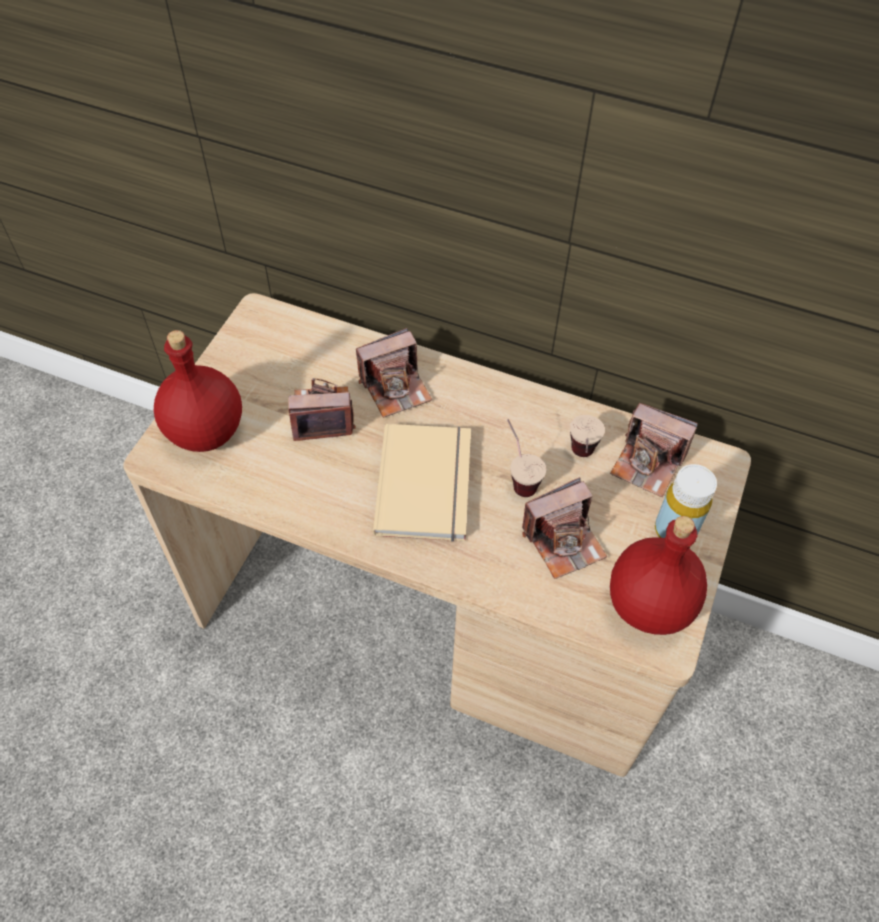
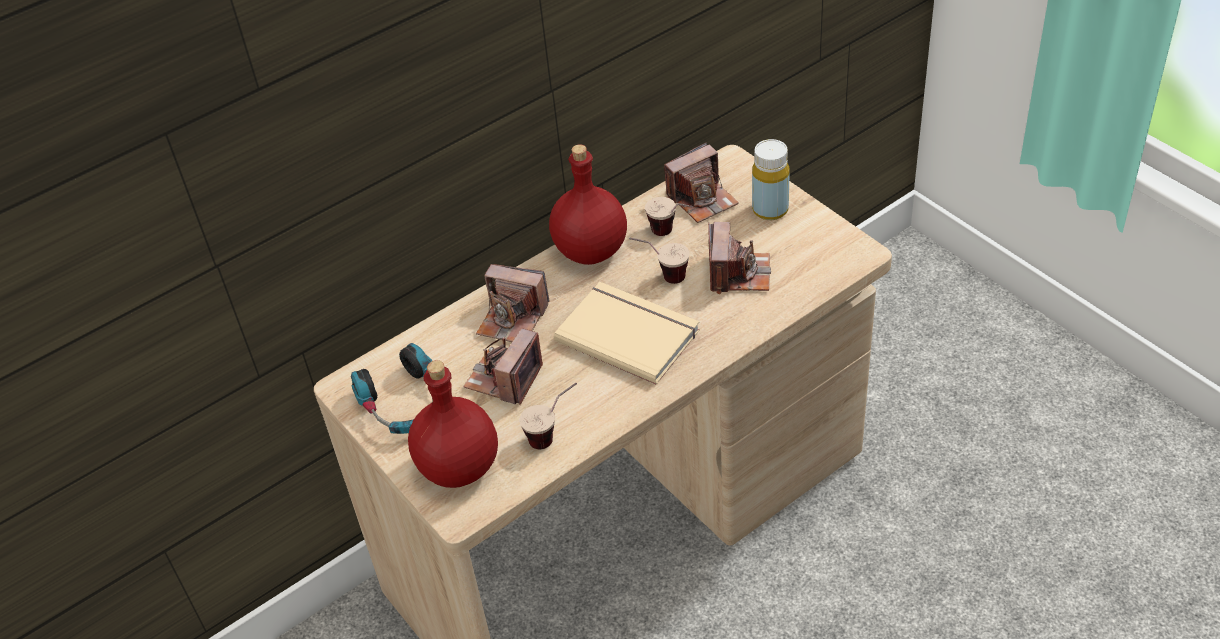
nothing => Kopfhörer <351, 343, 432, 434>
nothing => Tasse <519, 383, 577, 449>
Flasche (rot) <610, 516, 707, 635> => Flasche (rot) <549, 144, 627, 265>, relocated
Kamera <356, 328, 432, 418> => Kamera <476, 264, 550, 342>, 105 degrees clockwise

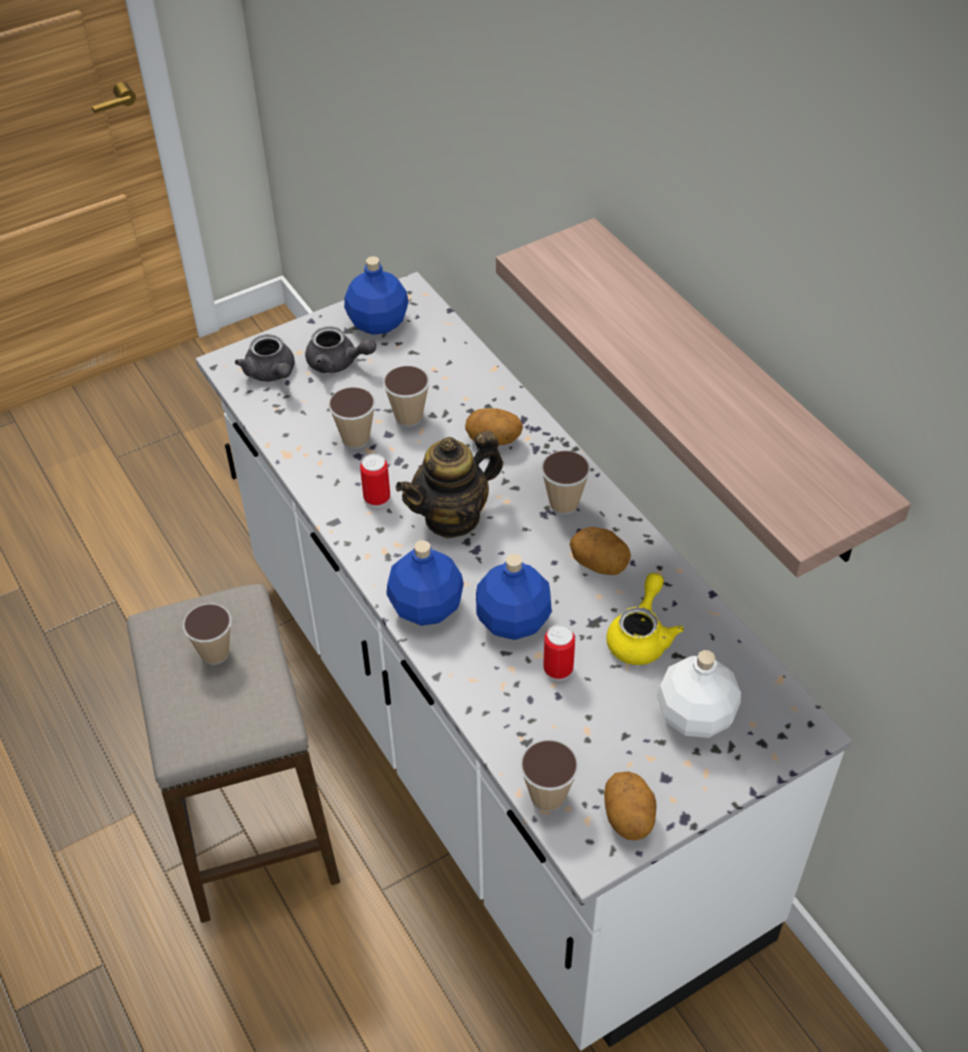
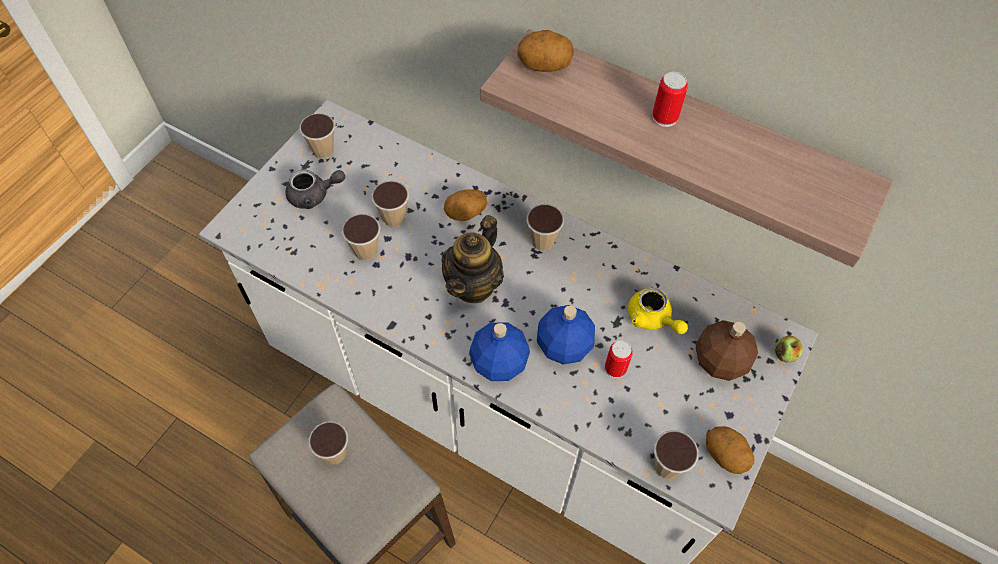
Teekanne (grau) <235, 334, 295, 382> => nothing
nothing => Apfel <775, 336, 803, 362>
Dose <360, 454, 390, 508> => Dose <652, 72, 688, 127>, relocated
Kartoffel <570, 527, 631, 575> => Kartoffel <517, 30, 574, 72>, relocated
Flasche (blau) <344, 256, 409, 335> => Tasse <299, 113, 335, 159>
Flasche (weiß) <657, 650, 741, 738> => Flasche (braun) <696, 320, 758, 381>
Teekanne (gelb) <607, 573, 684, 665> => Teekanne (gelb) <628, 287, 688, 334>, 150 degrees clockwise

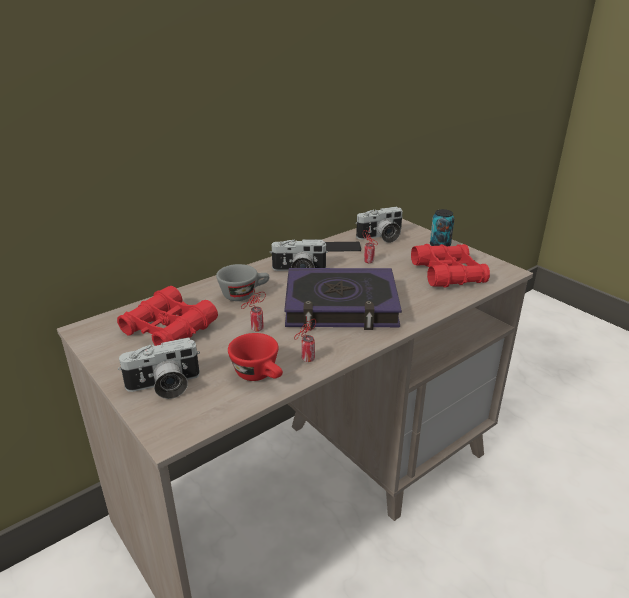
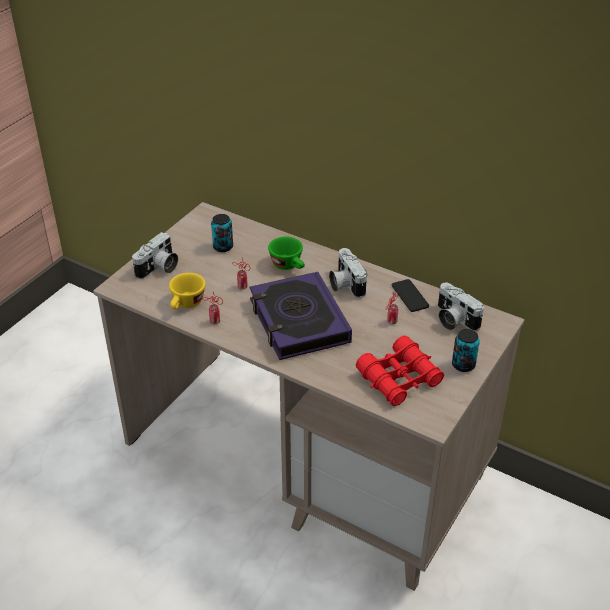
Fernglas (rot) <117, 286, 218, 346> => Dose <211, 214, 233, 252>
Tasse (grau) <216, 264, 269, 301> => Tasse (grün) <268, 236, 305, 270>
Tasse (rot) <228, 333, 283, 381> => Tasse (gelb) <169, 273, 206, 309>
Kamera <118, 338, 200, 399> => Kamera <132, 232, 178, 279>, 105 degrees counterclockwise

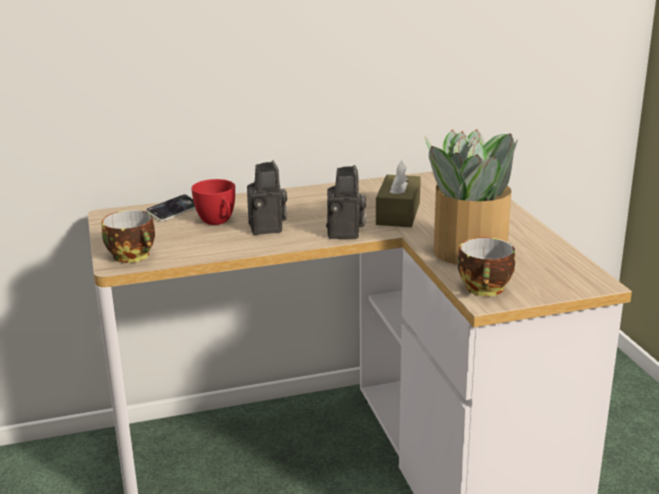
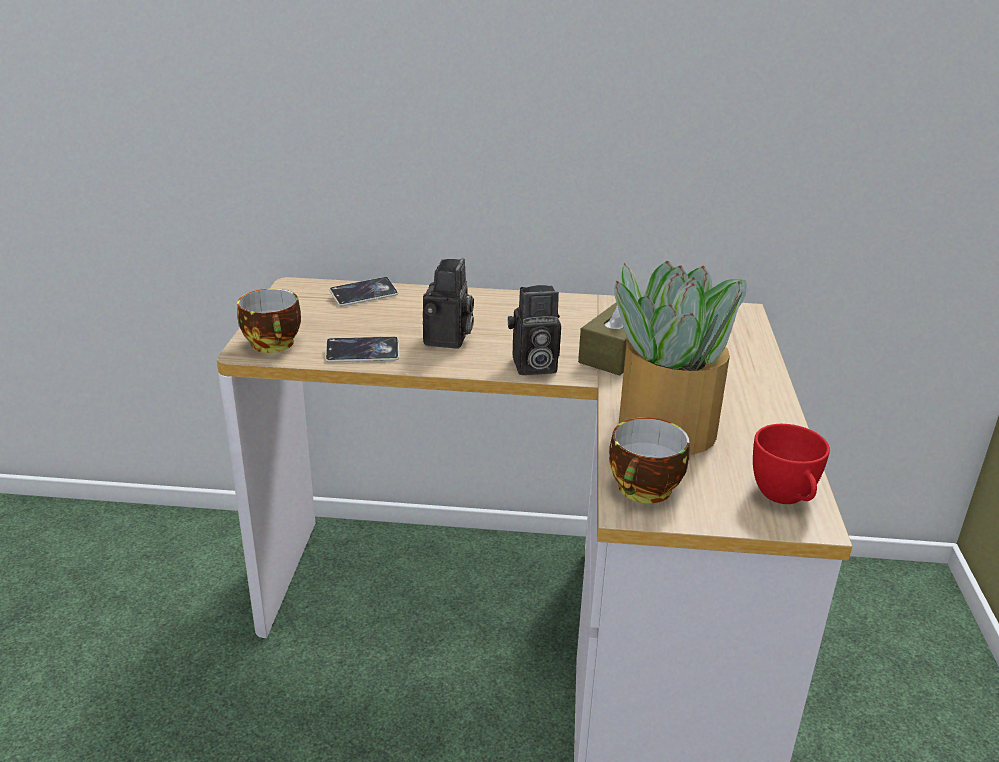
nothing => Handy <325, 337, 399, 362>
Tasse (rot) <192, 179, 235, 225> => Tasse (rot) <753, 424, 830, 504>, relocated
Kamera <326, 165, 366, 239> => Kamera <508, 285, 561, 375>, 60 degrees clockwise

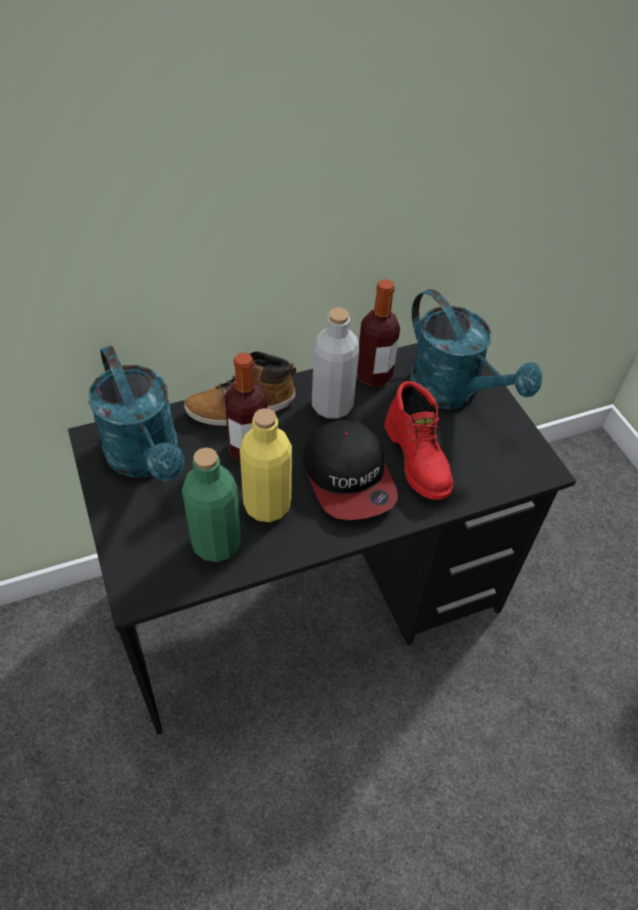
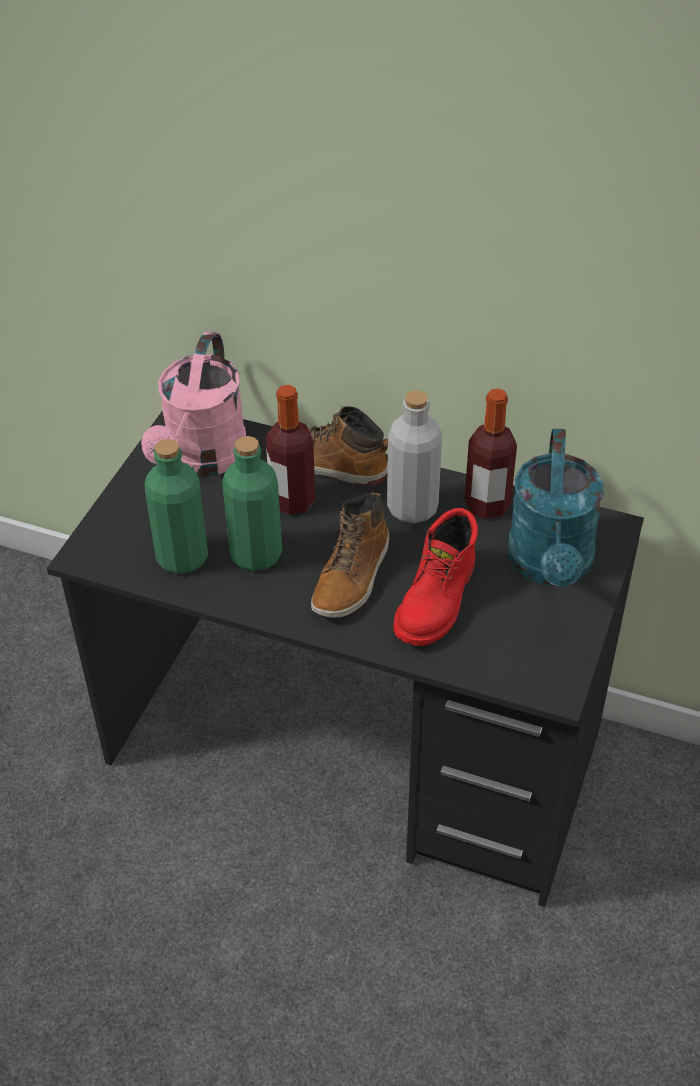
Kappe <303, 420, 398, 520> => Stiefel <311, 492, 390, 618>
Gießkanne (türkis) <88, 346, 184, 481> => Gießkanne (rosa) <141, 331, 246, 477>
Flasche (gelb) <240, 408, 292, 522> => Flasche (grün) <222, 436, 282, 571>

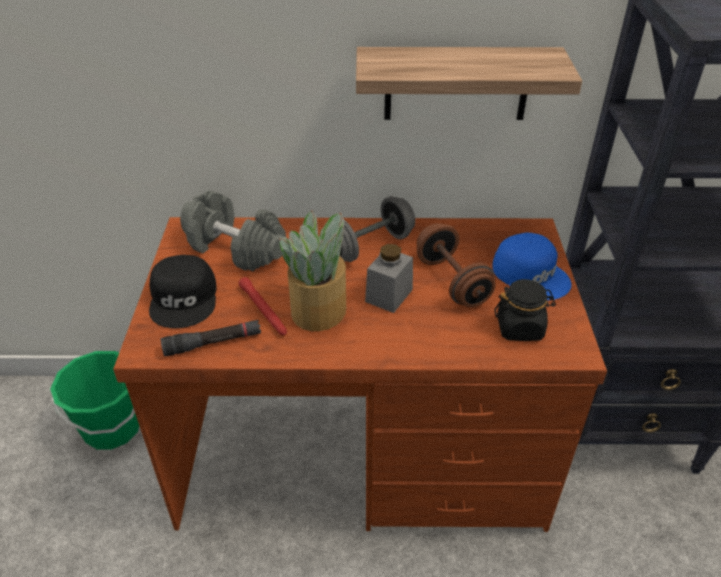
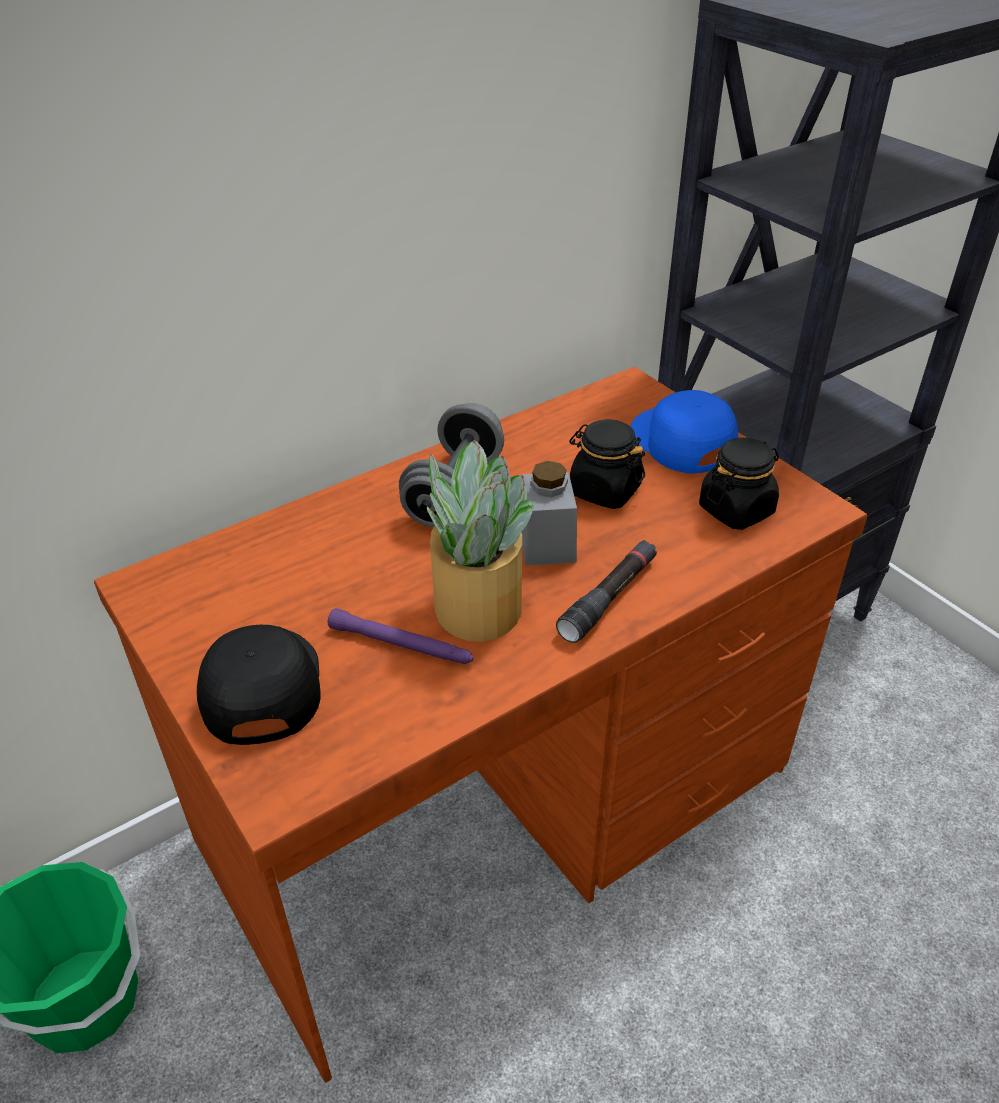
Hantel (grau) <180, 191, 286, 271> => nothing
Wandregal <356, 47, 582, 120> => nothing
Taschenlampe (schwarz) <160, 320, 261, 356> => Taschenlampe (schwarz) <556, 540, 657, 643>, relocated
Hantel (braun) <417, 223, 496, 307> => Vorratsglas (schwarz) <569, 419, 645, 509>
Taschenlampe (rot) <239, 277, 287, 335> => Taschenlampe (lila) <328, 608, 474, 664>
Kappe (schwarz) <149, 255, 216, 328> => Kappe (schwarz) <197, 625, 320, 745>, 150 degrees counterclockwise
Kappe (blau) <492, 233, 572, 301> => Kappe (blau) <631, 390, 738, 474>, 135 degrees counterclockwise

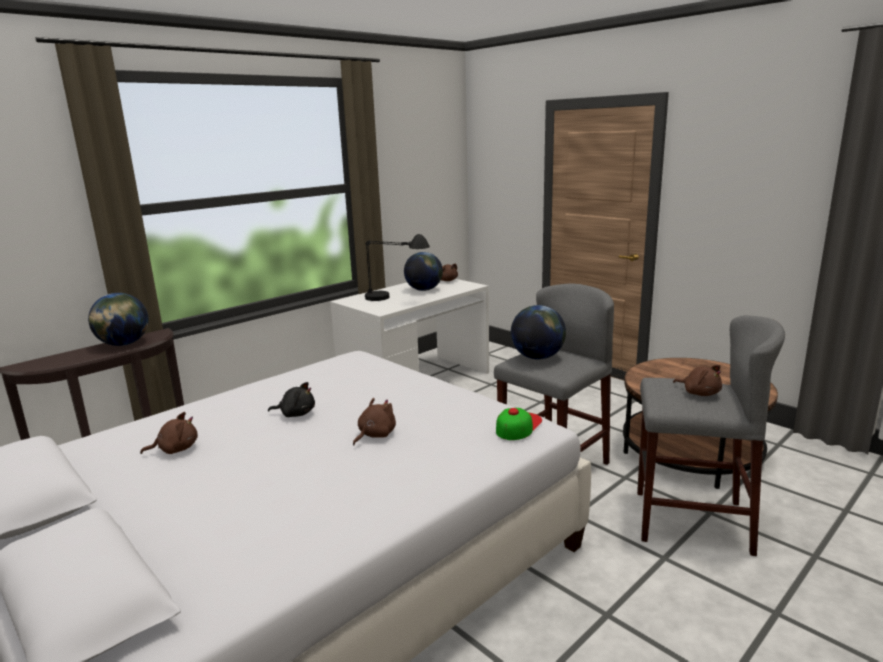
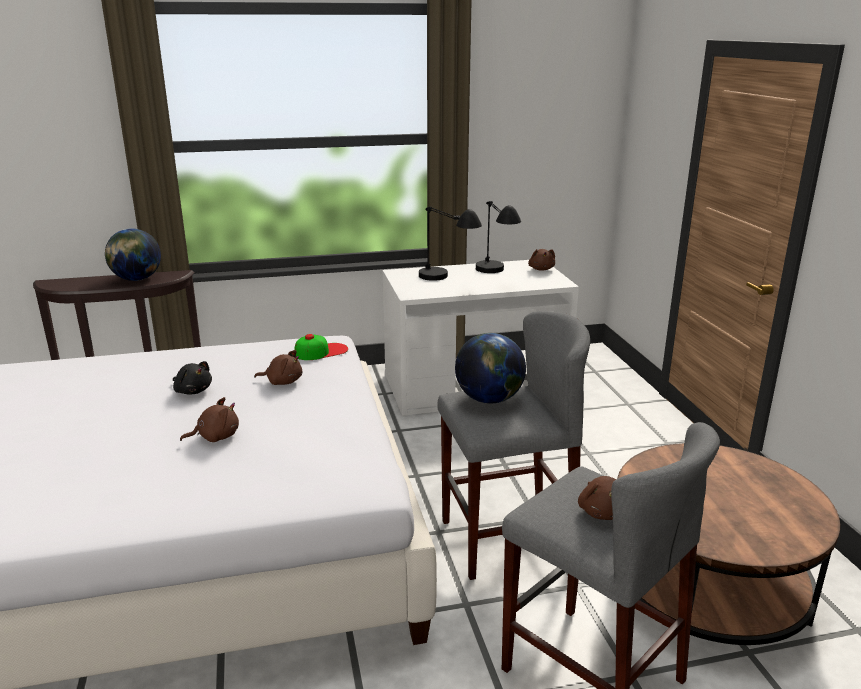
Plüschtier (braun) <140, 412, 198, 454> => Plüschtier (braun) <254, 350, 302, 385>, relocated
Kappe <496, 408, 542, 440> => Kappe <294, 334, 348, 360>, relocated
Globus <404, 252, 443, 291> => Tischlampe (schwarz) <476, 201, 521, 273>

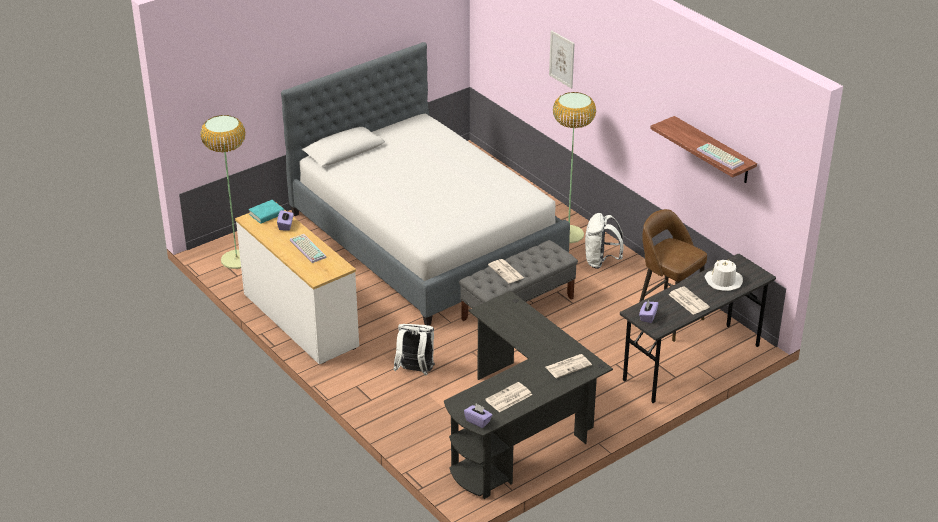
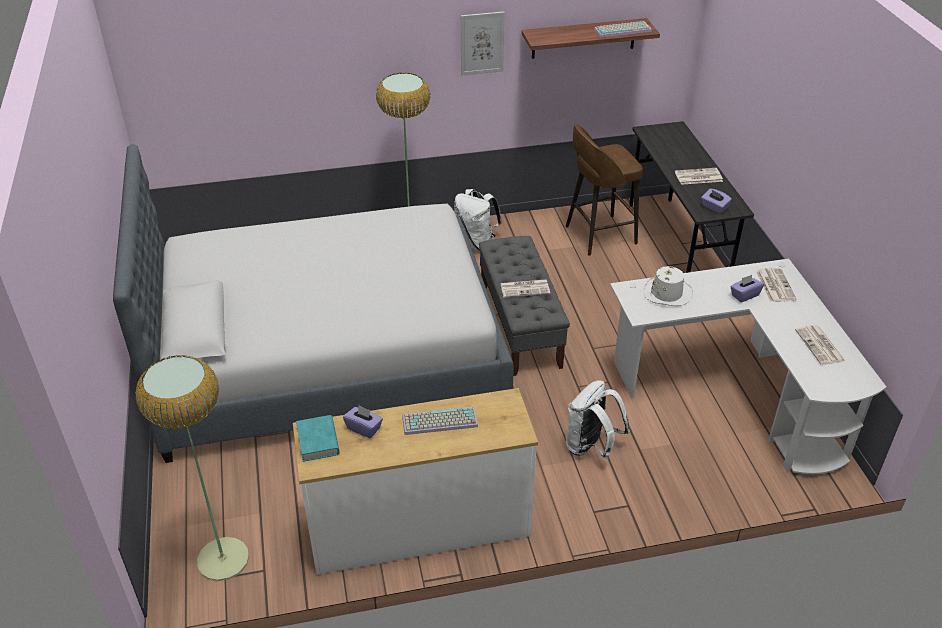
Taschentuchbox (lila) <464, 403, 492, 428> => Taschentuchbox (lila) <730, 275, 764, 302>, relocated
Bild <549, 30, 575, 89> => Bild <461, 12, 505, 76>, relocated
Hut (weiß) <705, 259, 743, 291> => Hut (weiß) <644, 266, 693, 306>, relocated
Schreibtisch (schwarz) <444, 290, 613, 499> => Schreibtisch (weiß) <610, 259, 886, 474>

